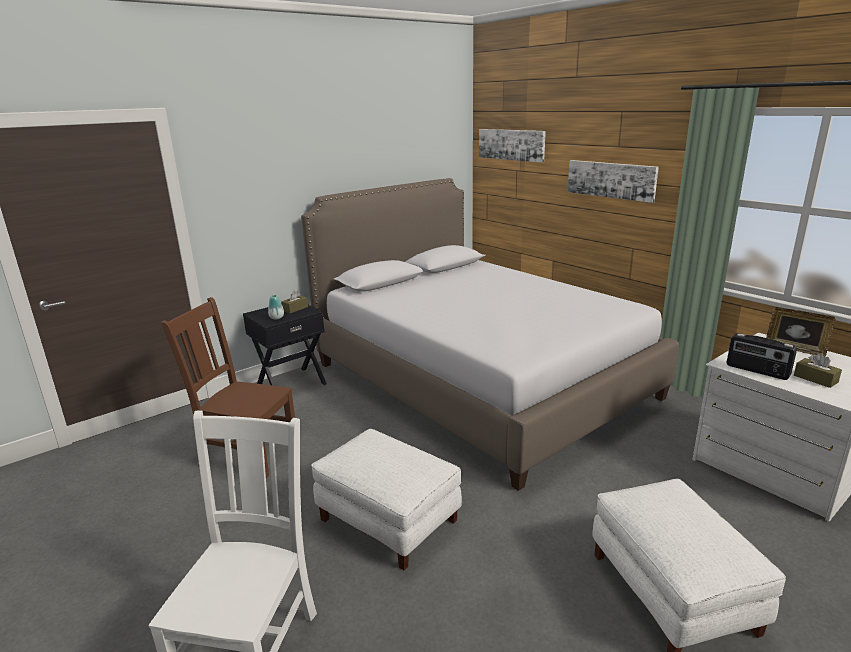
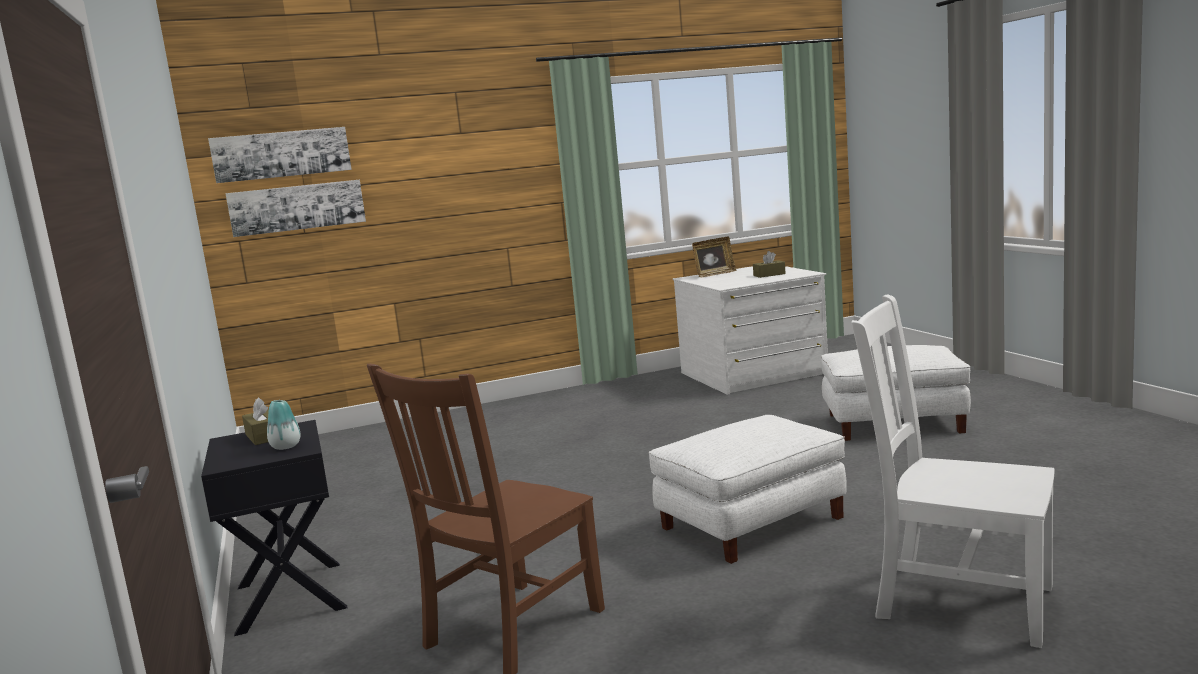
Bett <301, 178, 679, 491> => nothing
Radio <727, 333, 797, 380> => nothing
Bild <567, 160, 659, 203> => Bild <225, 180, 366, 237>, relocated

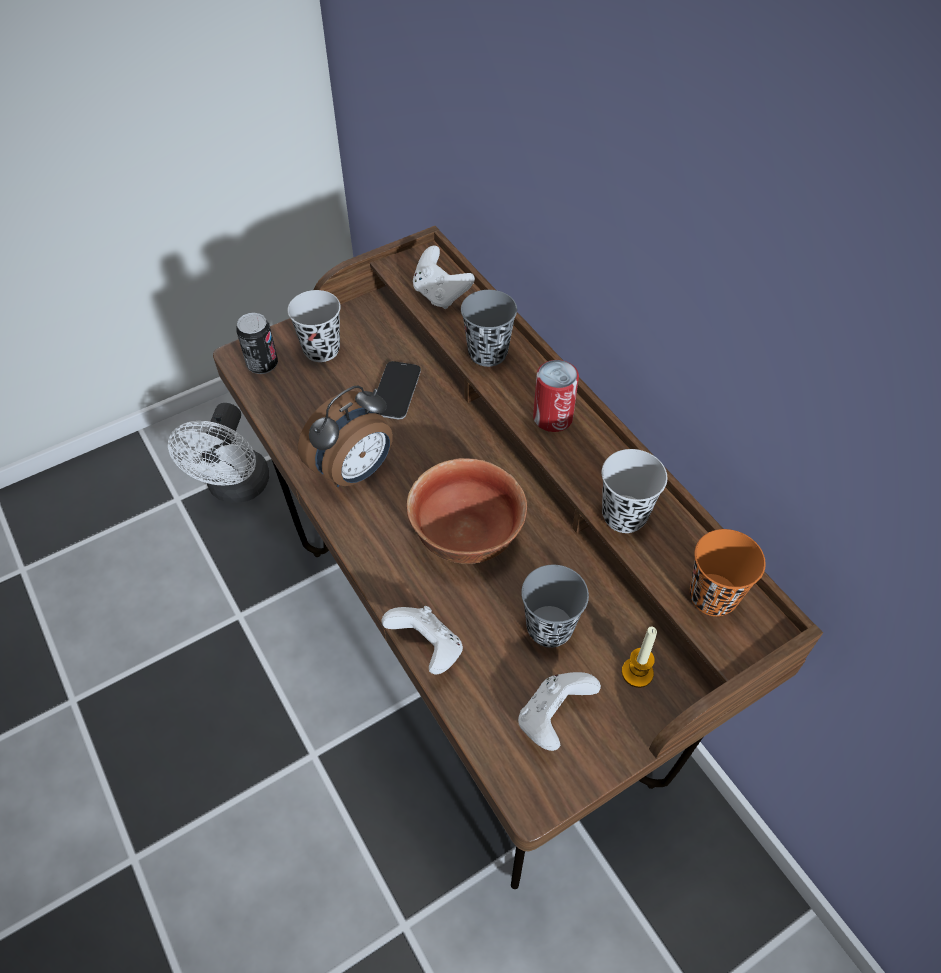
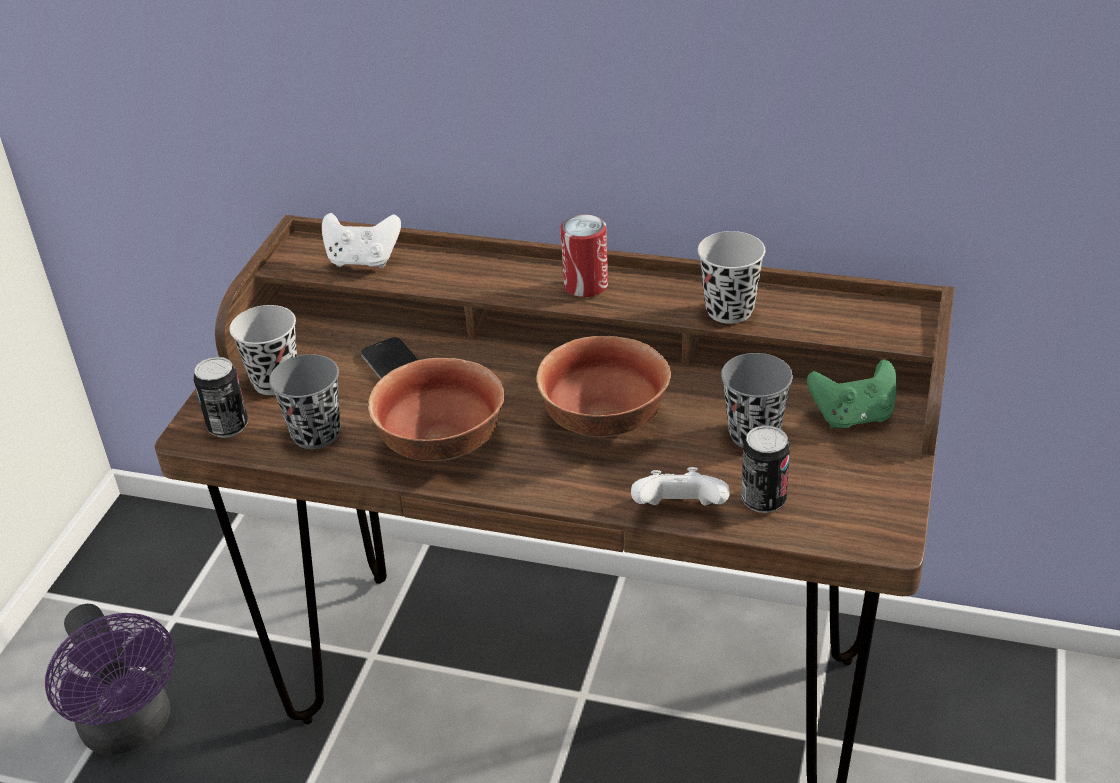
Gamepad (weiß) <518, 672, 601, 751> => nothing
Tasse (orange) <690, 529, 766, 616> => nothing
nothing => Dose <741, 425, 790, 513>
Tasse (grau) <461, 290, 517, 367> => Tasse (grau) <269, 354, 340, 449>, relocated
Wecker <298, 385, 393, 487> => Schüssel <368, 358, 505, 461>
Kerze <622, 626, 657, 688> => Gamepad (grün) <807, 359, 897, 429>
Ventilator (weiß) <168, 403, 269, 503> => Ventilator (lila) <45, 604, 175, 754>

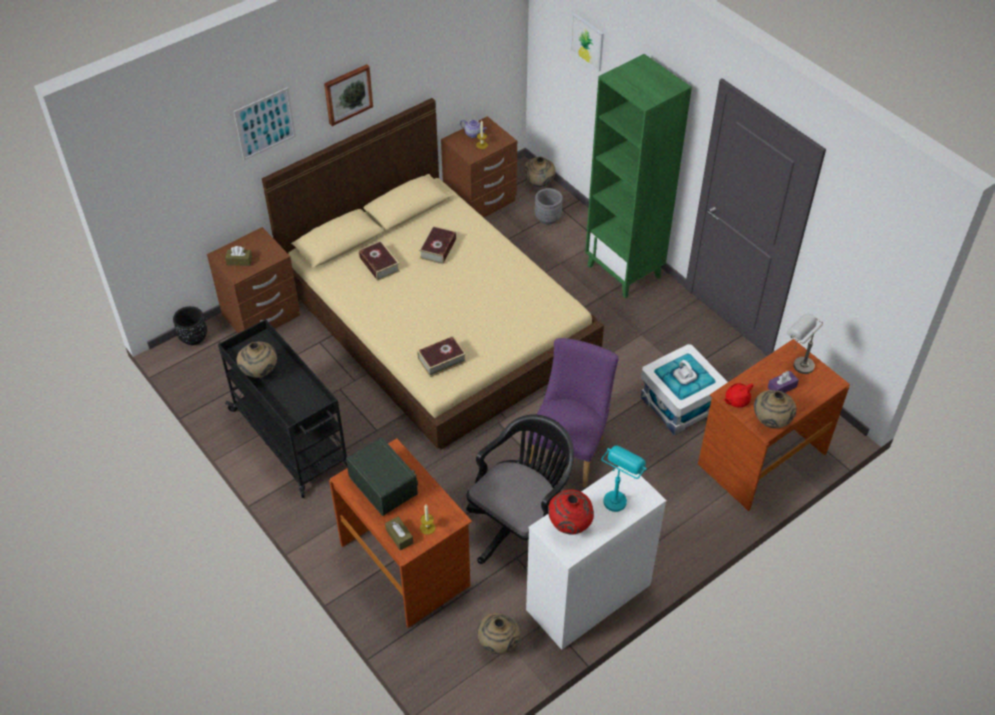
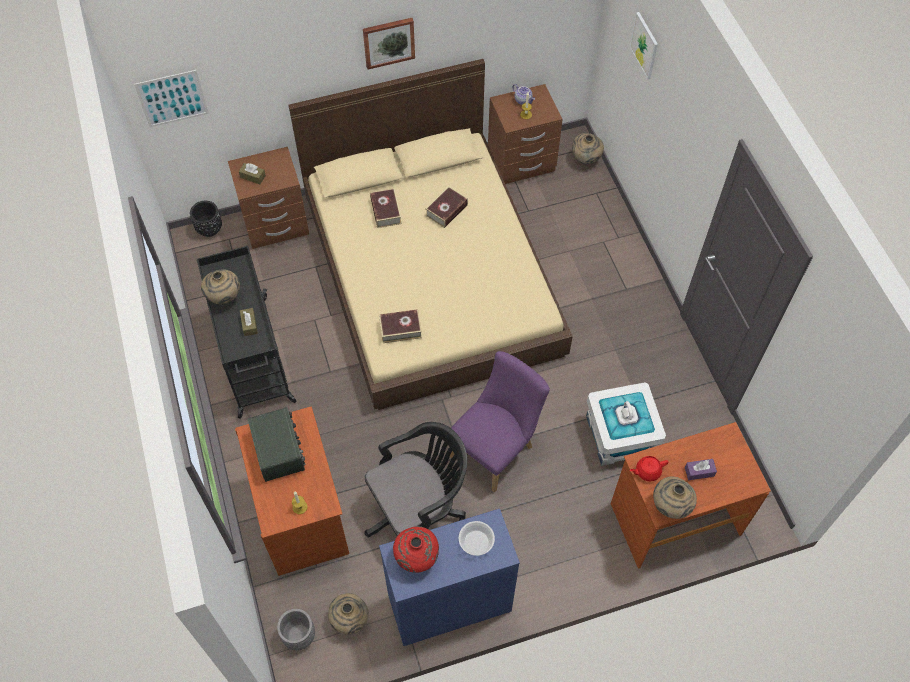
Bücherregal (grün) <585, 54, 692, 299> => nothing
Tischlampe (grau) <787, 314, 824, 374> => nothing
Bild <234, 87, 296, 160> => Bild <134, 70, 209, 127>, relocated
Taschentuchbox (braun) <385, 516, 413, 551> => Taschentuchbox (braun) <240, 308, 258, 336>, relocated
Pflanzkübel (grau) <535, 188, 563, 225> => Pflanzkübel (grau) <277, 609, 315, 650>, relocated
Tischlampe (türkis) <601, 445, 647, 512> => Schüssel <459, 521, 495, 556>
Kommode (weiß) <526, 466, 667, 650> => Kommode (blau) <379, 509, 520, 646>

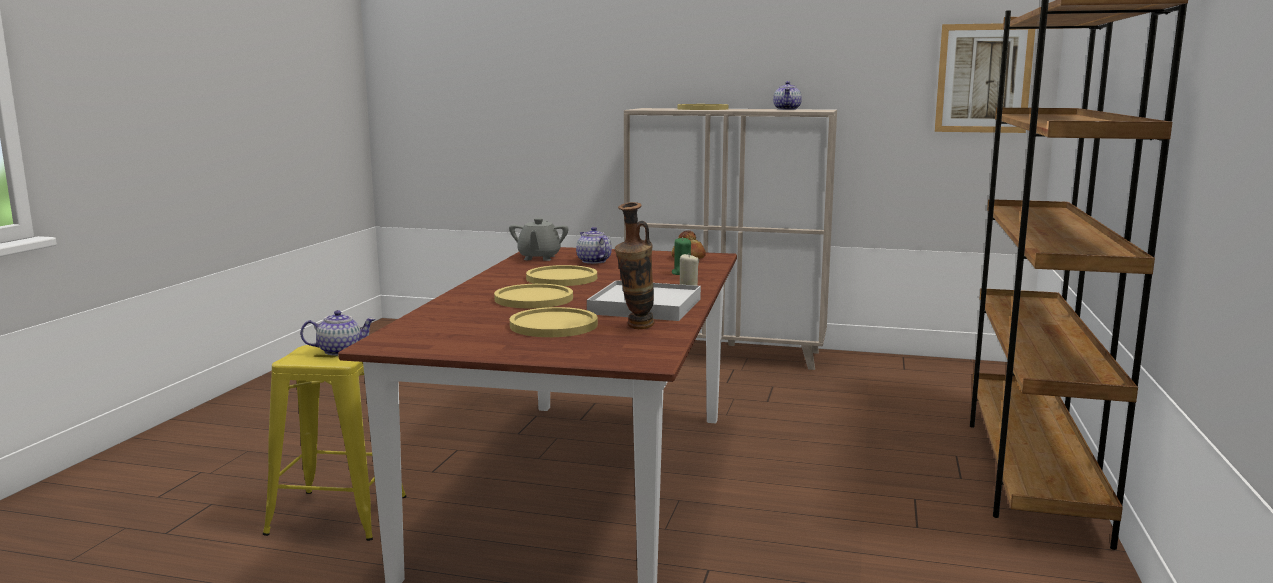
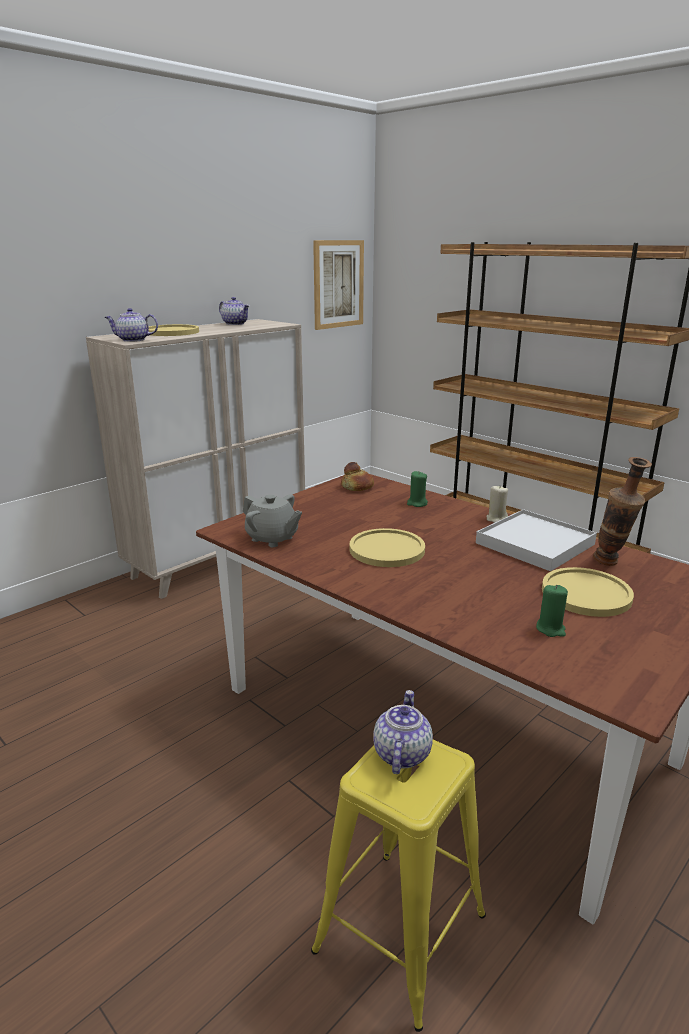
Teller (gelb) <494, 284, 573, 308> => nothing
nothing => Kerze (grün) <536, 585, 568, 637>
Teekanne <576, 227, 612, 264> => Teekanne <105, 308, 158, 342>, relocated

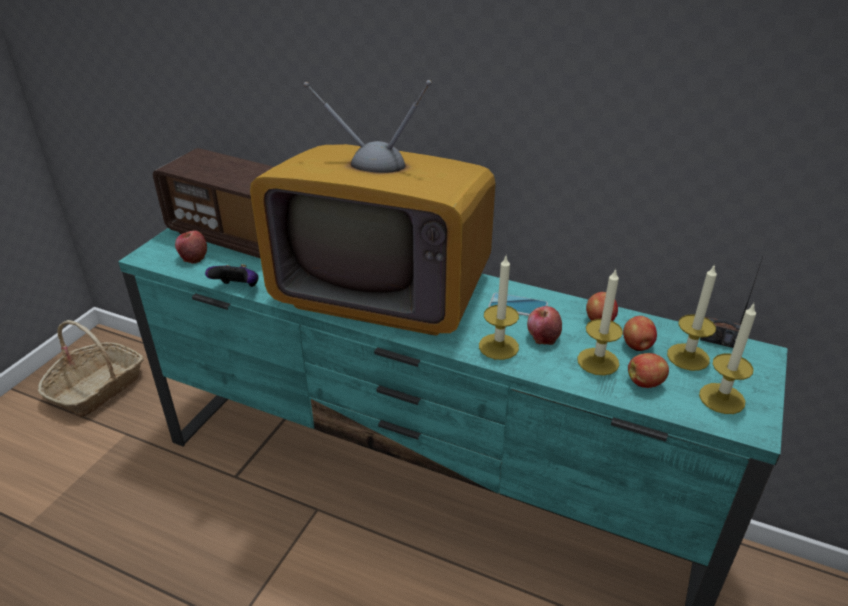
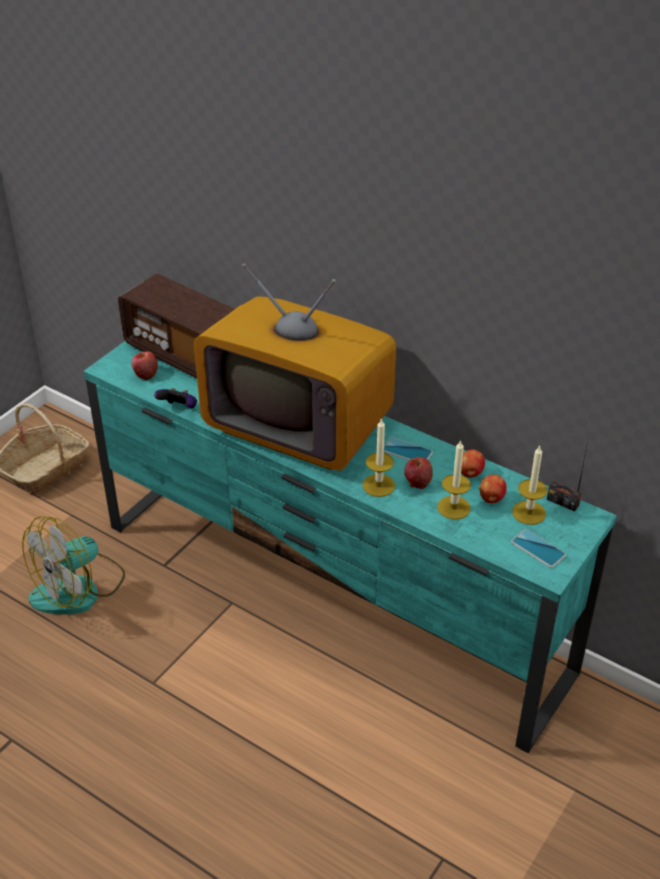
Apfel <628, 353, 669, 388> => nothing
nothing => Ventilator <22, 516, 125, 615>
Kerze <699, 304, 756, 414> => Handy <511, 529, 566, 568>

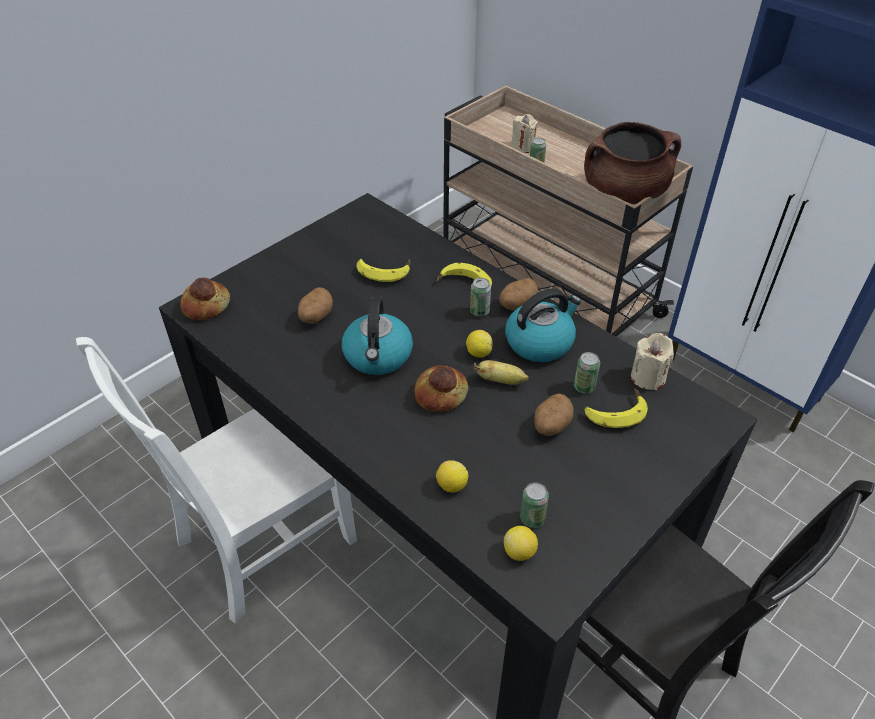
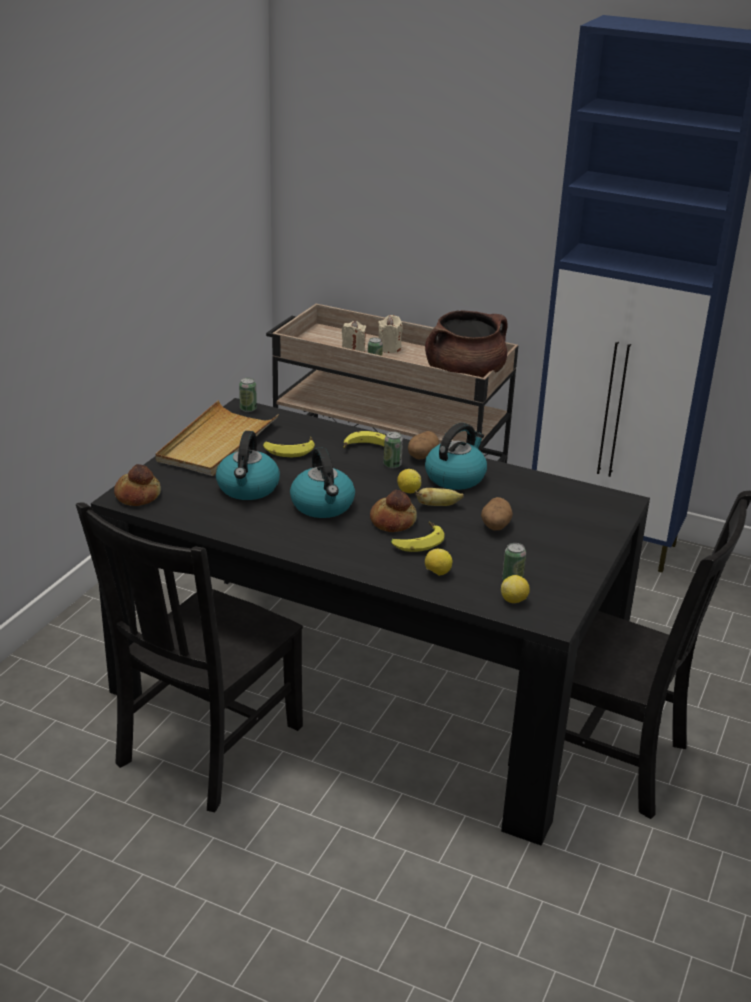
nothing => Tablett (beige) <155, 400, 279, 476>
Dose <574, 352, 600, 394> => Dose <239, 378, 257, 412>, relocated
Banane <584, 389, 648, 428> => Banane <391, 521, 445, 552>, relocated
Kerze (beige) <631, 333, 674, 390> => Kerze (beige) <378, 315, 403, 353>, relocated
Kartoffel <298, 287, 333, 324> => Wasserkessel <216, 431, 280, 500>
Stuhl (weiß) <76, 337, 357, 623> => Stuhl (schwarz) <76, 502, 303, 812>

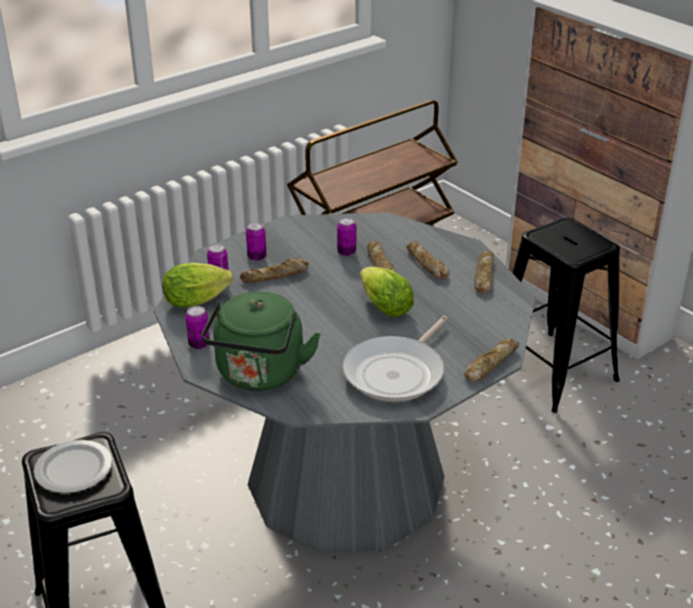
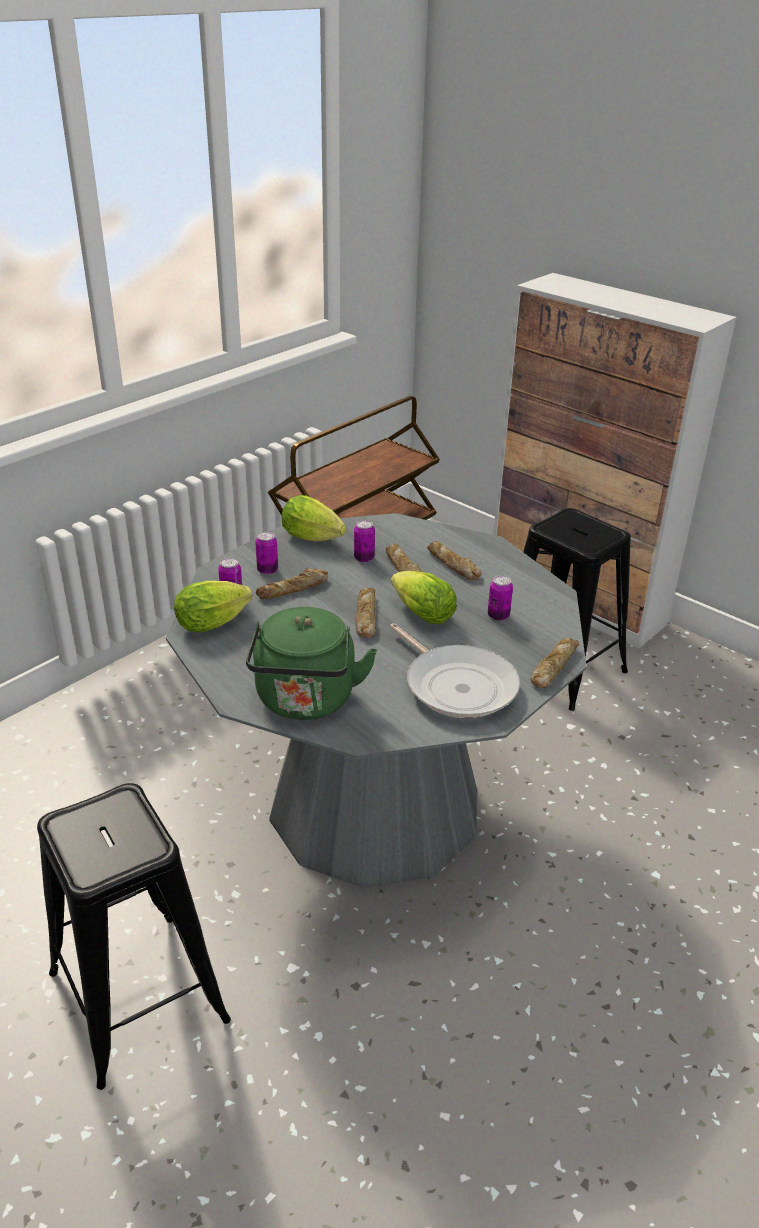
Teller <34, 440, 112, 493> => nothing
nothing => Salatkopf <282, 495, 346, 541>
Dose <186, 306, 210, 349> => Dose <488, 575, 513, 621>, relocated
Brot <474, 251, 494, 293> => Brot <355, 587, 376, 638>, relocated
Pfanne <342, 316, 448, 402> => Pfanne <390, 623, 520, 718>, 60 degrees counterclockwise

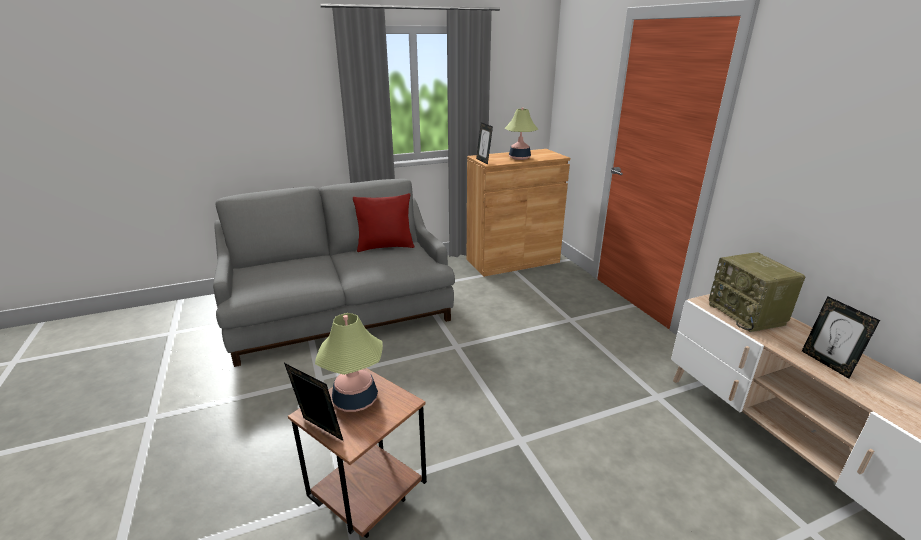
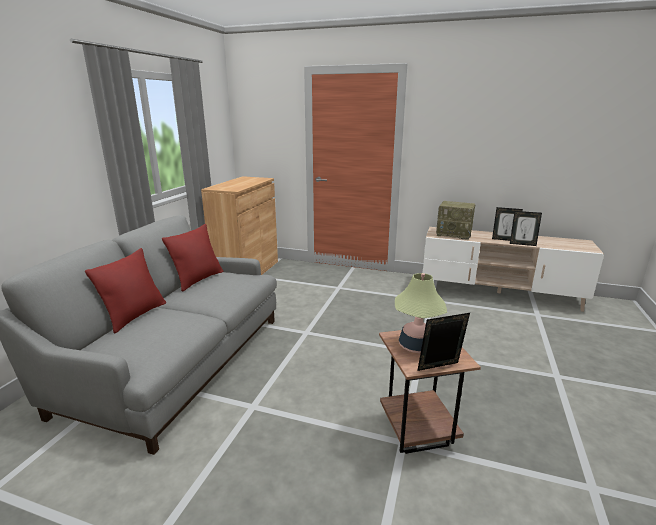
Tischlampe <505, 107, 538, 160> => nothing
nothing => Kissen (rot) <85, 248, 166, 333>
Bilderrahmen <476, 122, 493, 165> => Bilderrahmen <510, 211, 542, 246>, relocated

